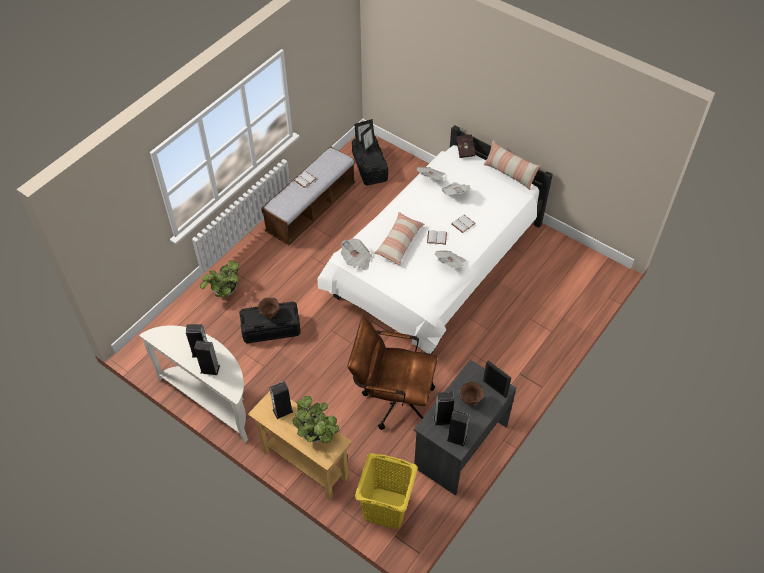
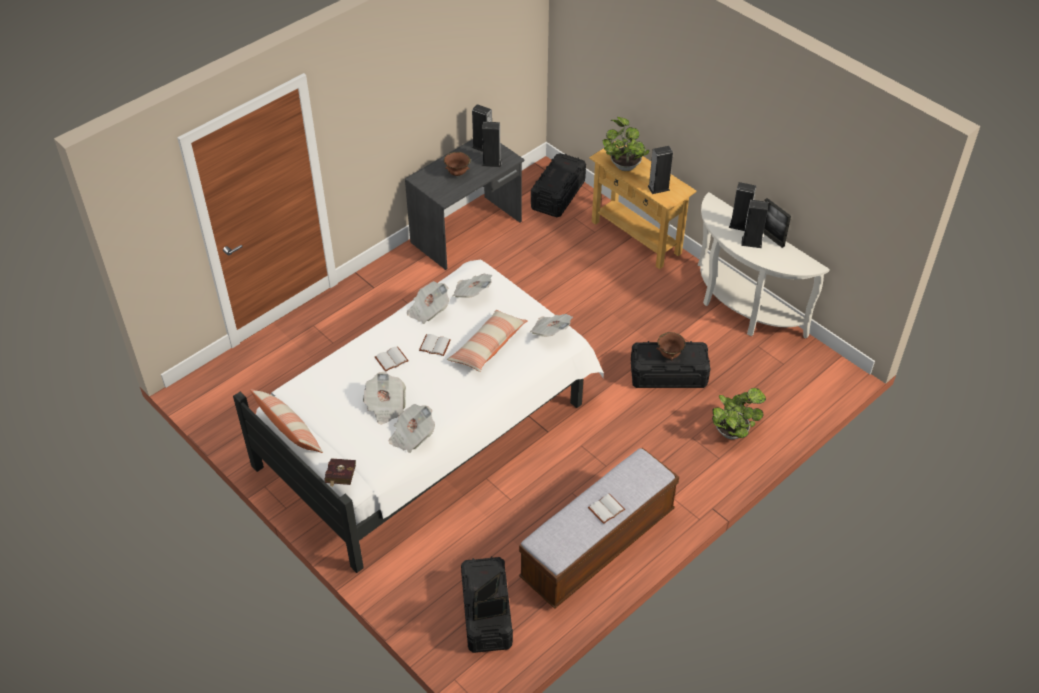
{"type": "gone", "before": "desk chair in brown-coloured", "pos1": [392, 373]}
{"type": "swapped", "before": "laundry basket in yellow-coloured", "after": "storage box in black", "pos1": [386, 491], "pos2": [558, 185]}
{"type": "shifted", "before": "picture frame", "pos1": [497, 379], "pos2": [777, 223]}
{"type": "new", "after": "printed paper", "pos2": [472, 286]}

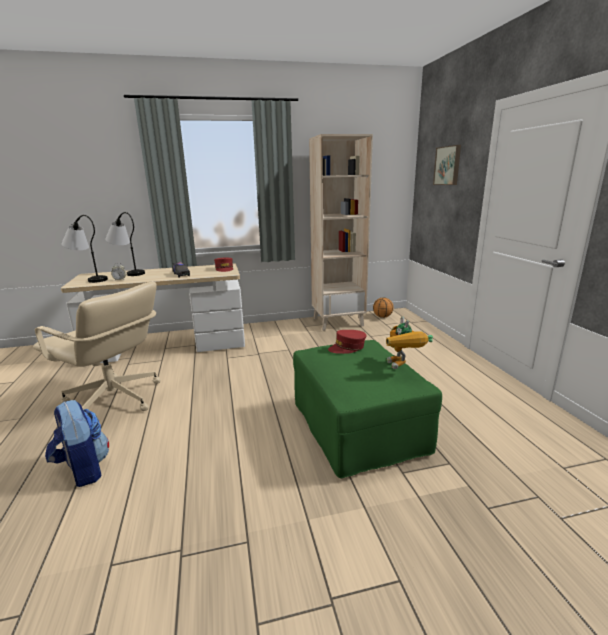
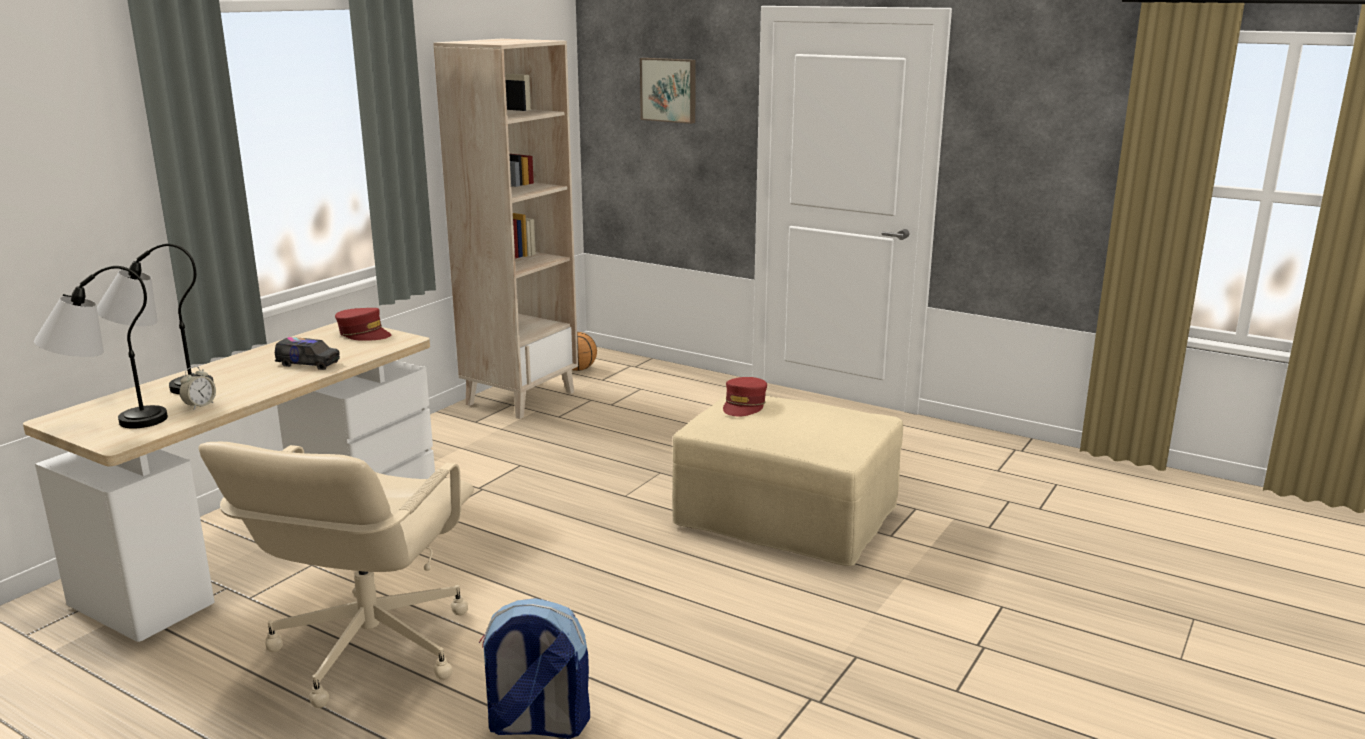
{"type": "rotated", "before": "desk chair in beige-coloured", "pos1": [97, 346], "pos2": [336, 575], "turn": 120}
{"type": "repainted", "before": "pouffe in green-coloured", "after": "pouffe in beige-coloured", "pos1": [367, 409], "pos2": [787, 480]}
{"type": "gone", "before": "toy robot", "pos1": [409, 342]}

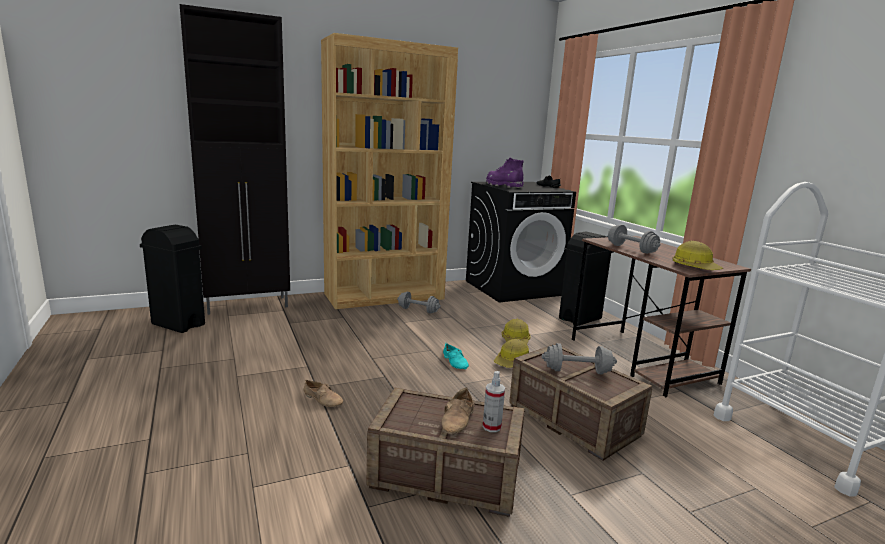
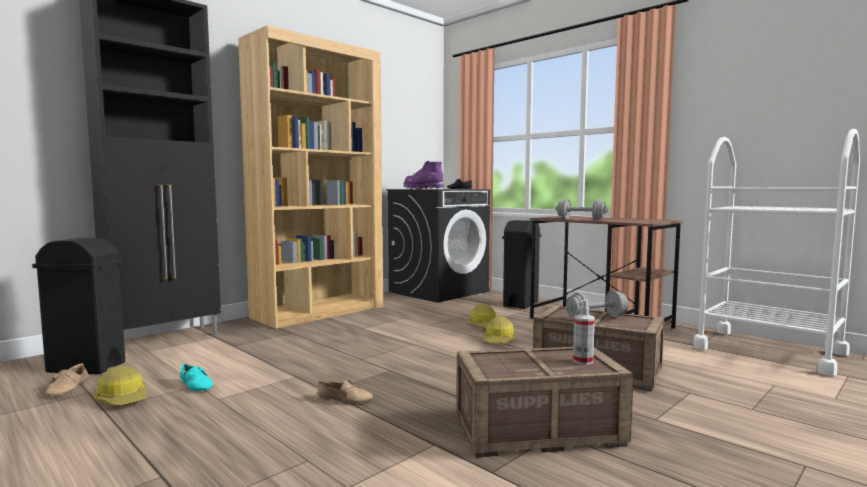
{"type": "gone", "before": "free weight in greyish", "pos1": [419, 303]}
{"type": "shifted", "before": "low shoe in beige-coloured", "pos1": [458, 410], "pos2": [68, 380]}
{"type": "shifted", "before": "low shoe in turquoise-coloured", "pos1": [456, 356], "pos2": [196, 377]}
{"type": "shifted", "before": "safety helmet", "pos1": [697, 255], "pos2": [120, 385]}

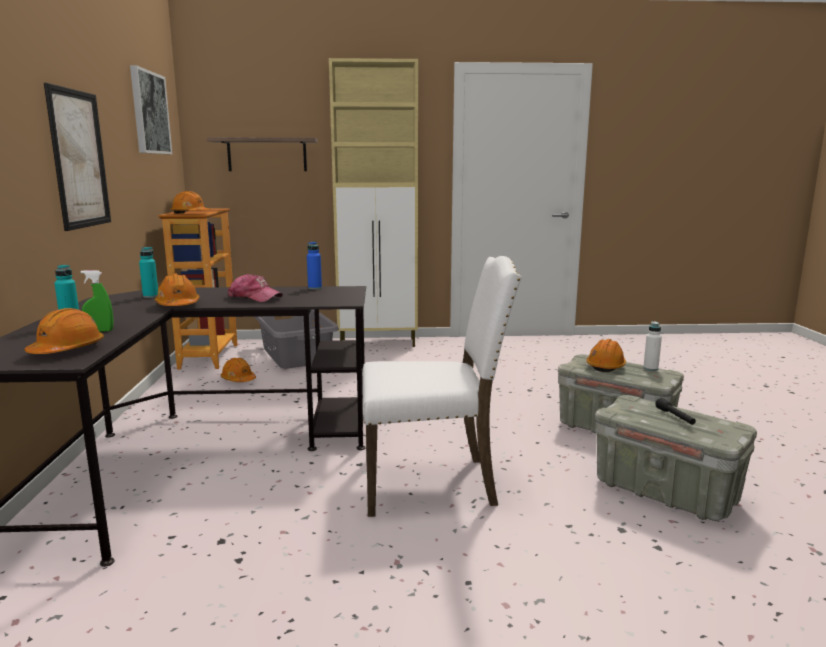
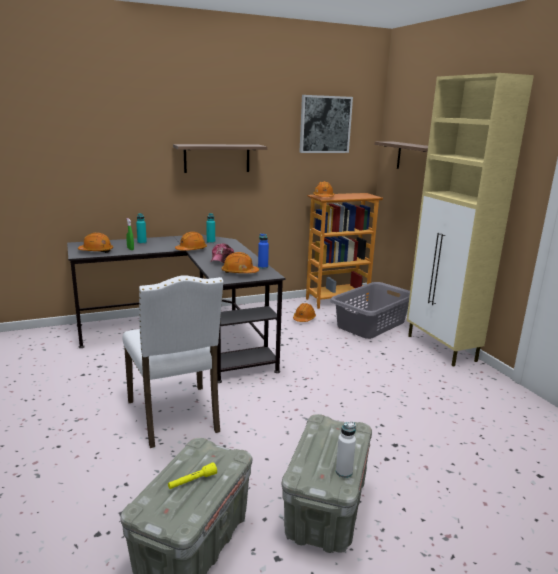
{"type": "swapped", "before": "wall picture", "after": "shelf", "pos1": [77, 157], "pos2": [220, 158]}
{"type": "shifted", "before": "safety helmet in orange", "pos1": [606, 355], "pos2": [240, 262]}
{"type": "repainted", "before": "flashlight in black", "after": "flashlight in yellow-coloured", "pos1": [675, 411], "pos2": [192, 475]}

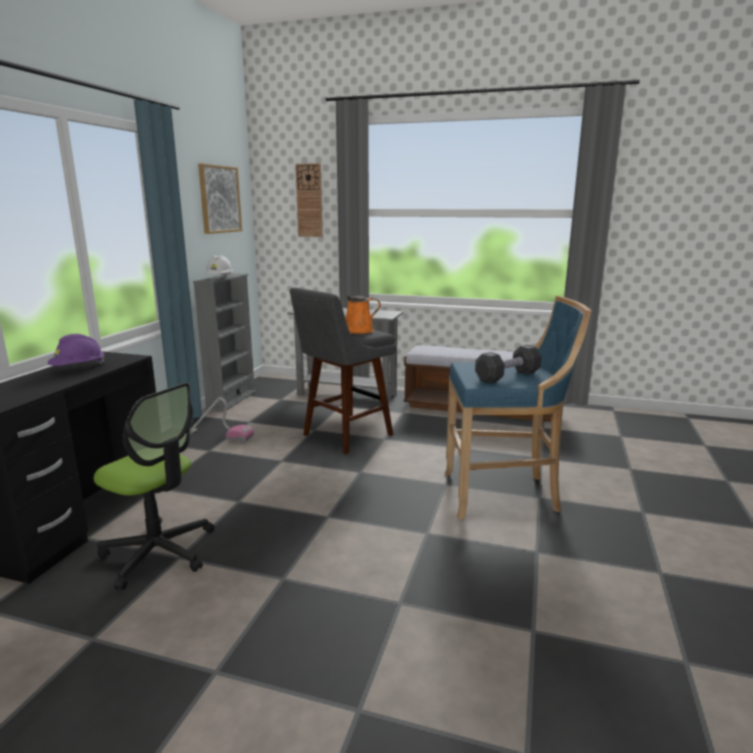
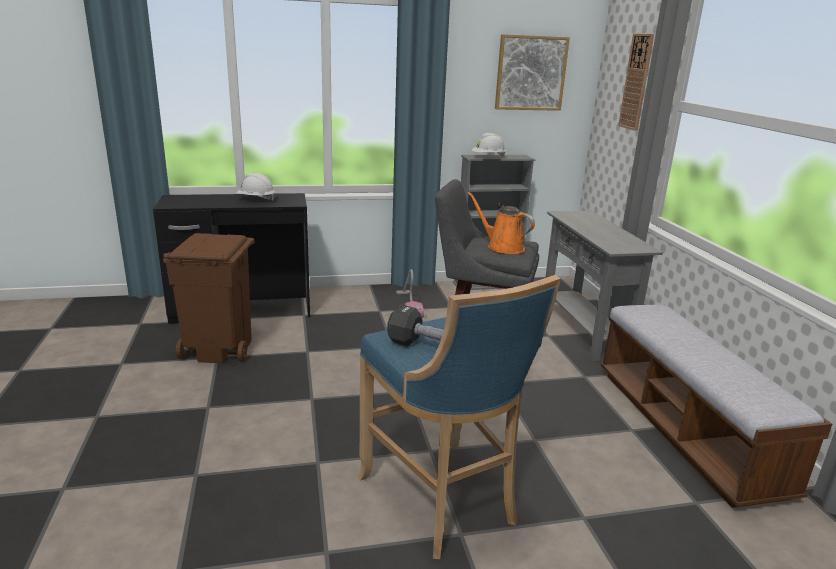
{"type": "repainted", "before": "safety helmet in purplish", "after": "safety helmet in white-coloured", "pos1": [76, 350], "pos2": [256, 187]}
{"type": "swapped", "before": "desk chair", "after": "trash can in brown-coloured", "pos1": [154, 486], "pos2": [209, 298]}

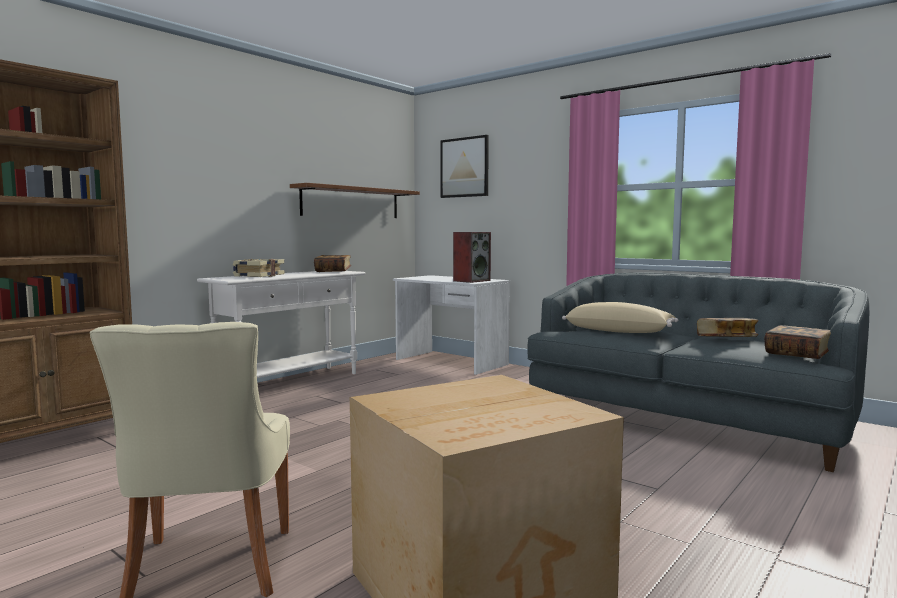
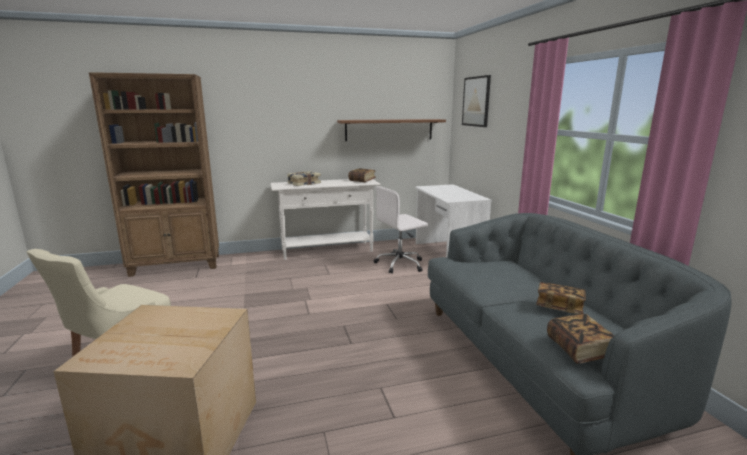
{"type": "gone", "before": "speaker", "pos1": [472, 257]}
{"type": "gone", "before": "cushion in beige-coloured", "pos1": [620, 317]}
{"type": "new", "after": "desk chair in white-coloured", "pos2": [401, 229]}

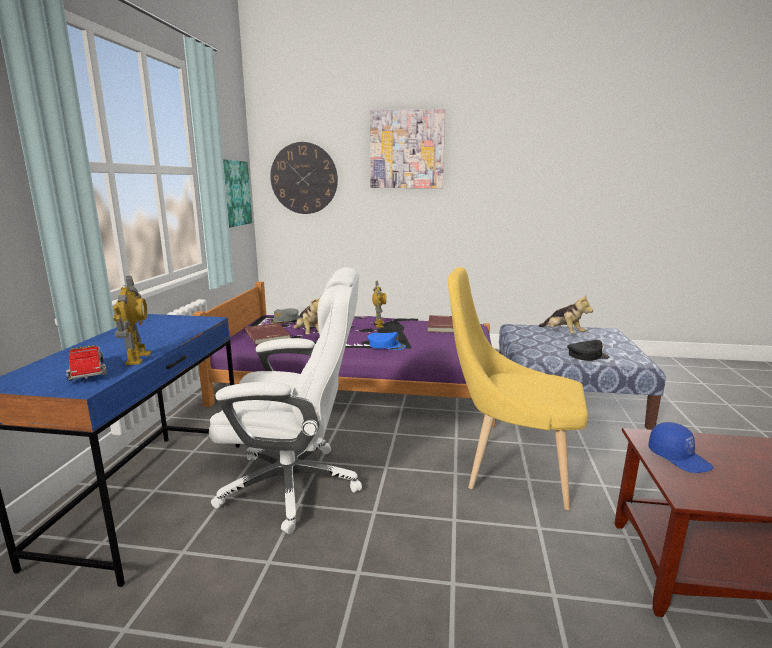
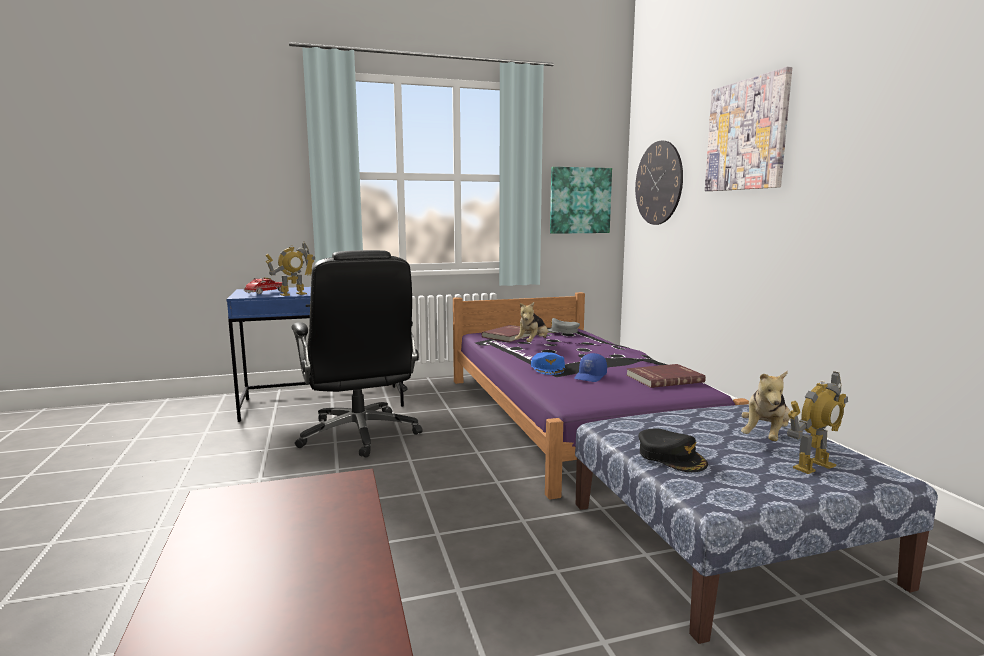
{"type": "repainted", "before": "desk chair in white-coloured", "after": "desk chair in black", "pos1": [285, 400], "pos2": [357, 354]}
{"type": "shifted", "before": "toy robot", "pos1": [379, 304], "pos2": [817, 422]}
{"type": "gone", "before": "chair in yellow-coloured", "pos1": [518, 388]}
{"type": "shifted", "before": "cap in blue-coloured", "pos1": [681, 447], "pos2": [590, 367]}

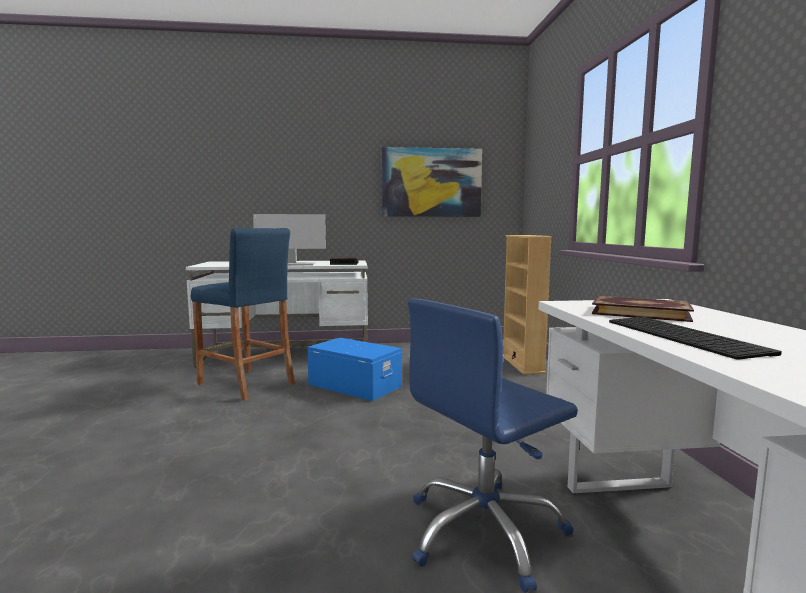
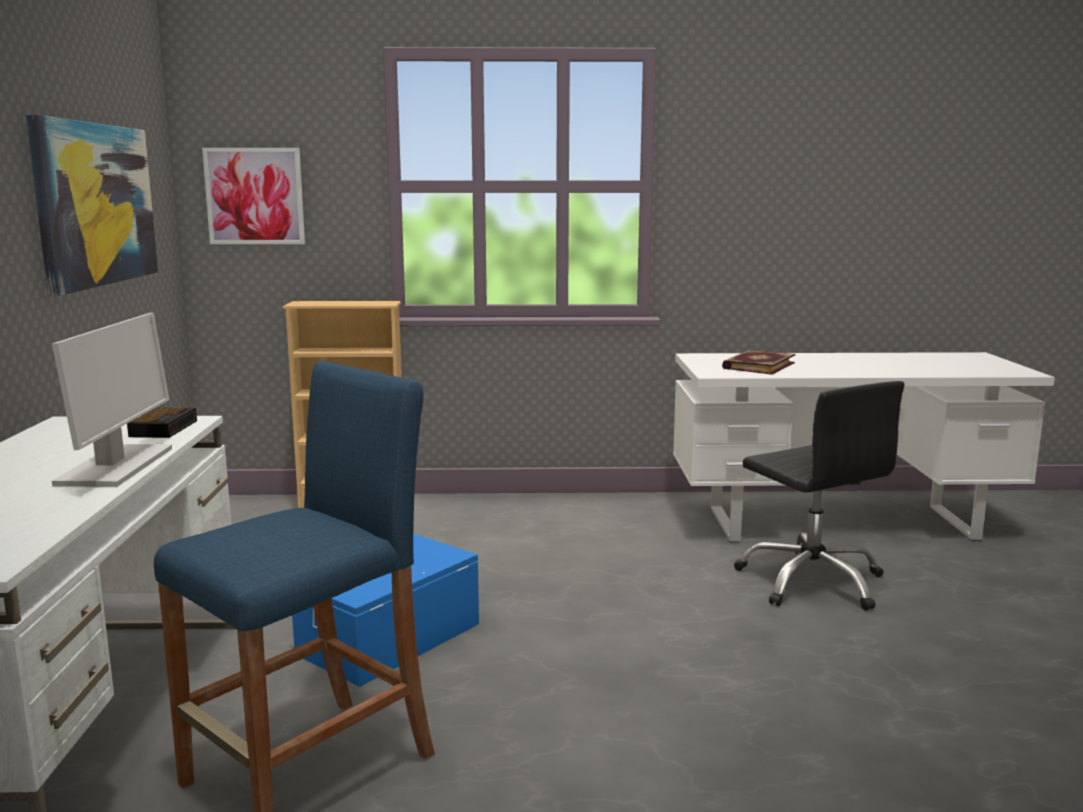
{"type": "repainted", "before": "desk chair in blue-coloured", "after": "desk chair in black", "pos1": [493, 445], "pos2": [819, 496]}
{"type": "gone", "before": "computer keyboard", "pos1": [695, 338]}
{"type": "new", "after": "wall picture", "pos2": [253, 196]}

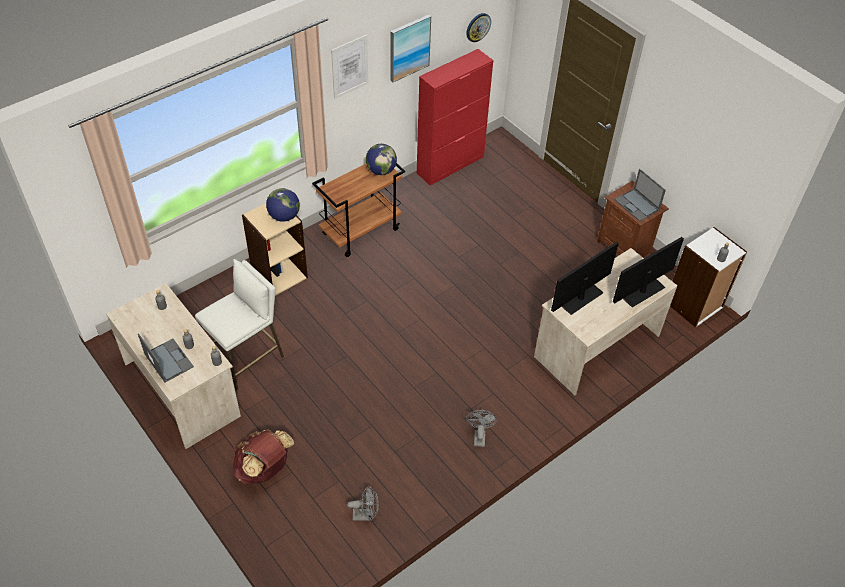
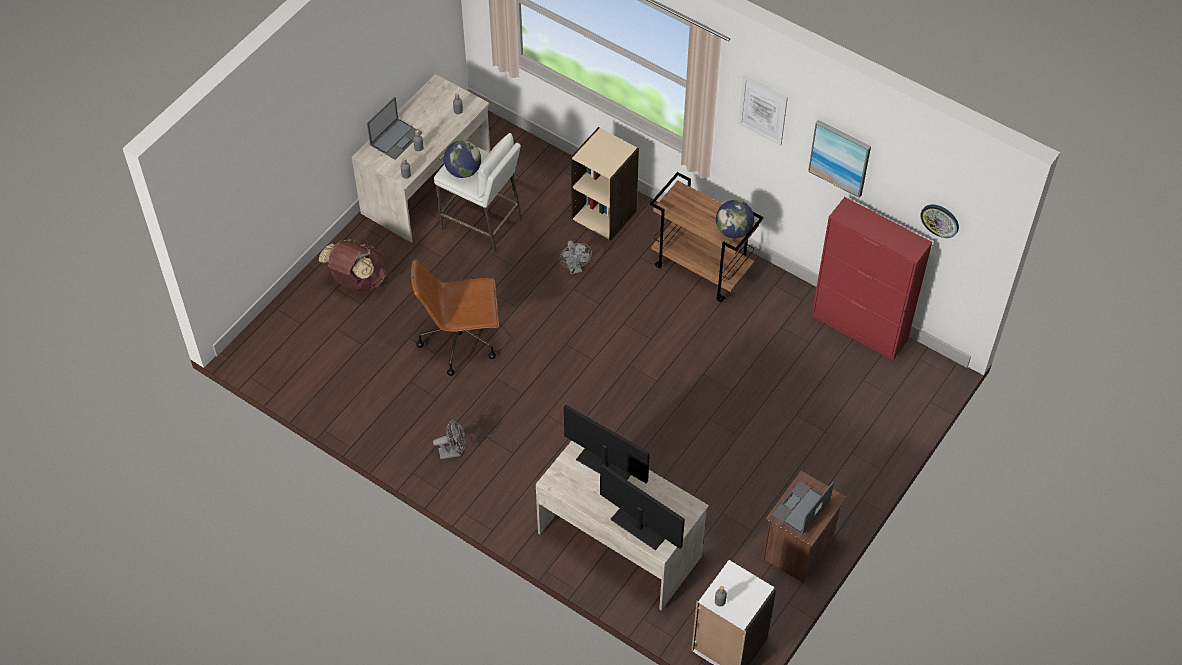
{"type": "shifted", "before": "globe", "pos1": [283, 205], "pos2": [462, 159]}
{"type": "shifted", "before": "fan in greyish", "pos1": [363, 503], "pos2": [576, 257]}
{"type": "new", "after": "desk chair in brown-coloured", "pos2": [455, 317]}

